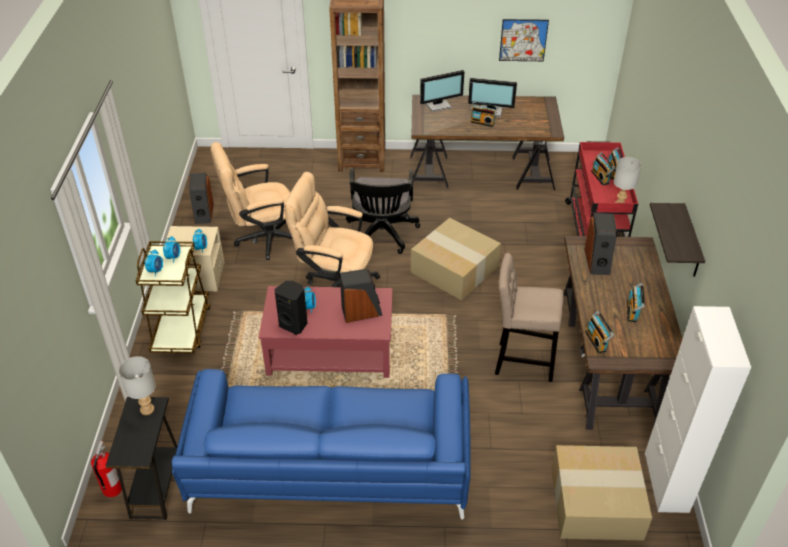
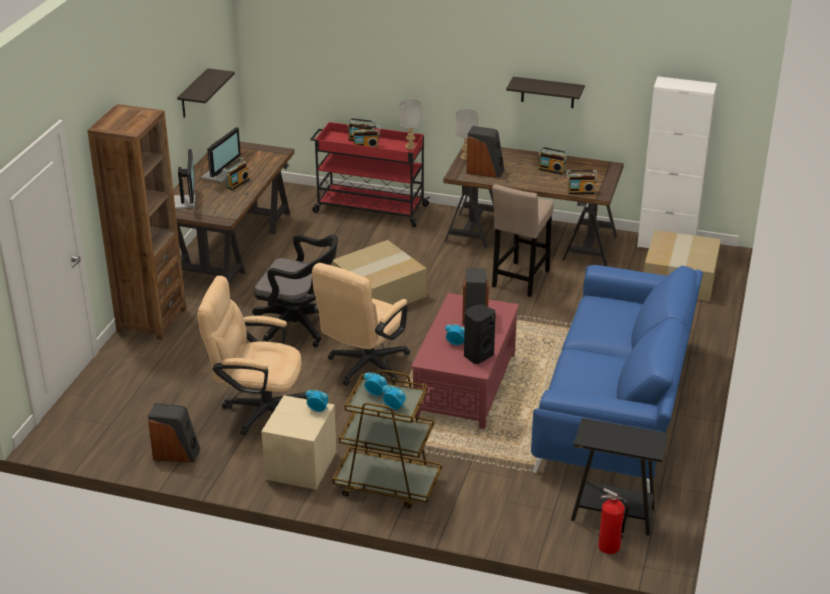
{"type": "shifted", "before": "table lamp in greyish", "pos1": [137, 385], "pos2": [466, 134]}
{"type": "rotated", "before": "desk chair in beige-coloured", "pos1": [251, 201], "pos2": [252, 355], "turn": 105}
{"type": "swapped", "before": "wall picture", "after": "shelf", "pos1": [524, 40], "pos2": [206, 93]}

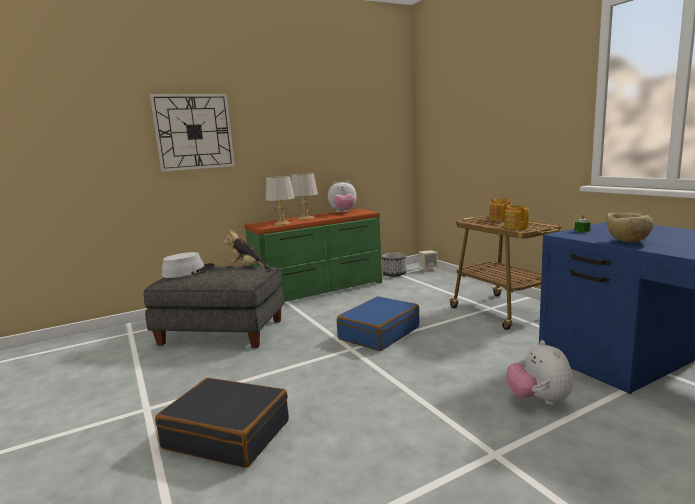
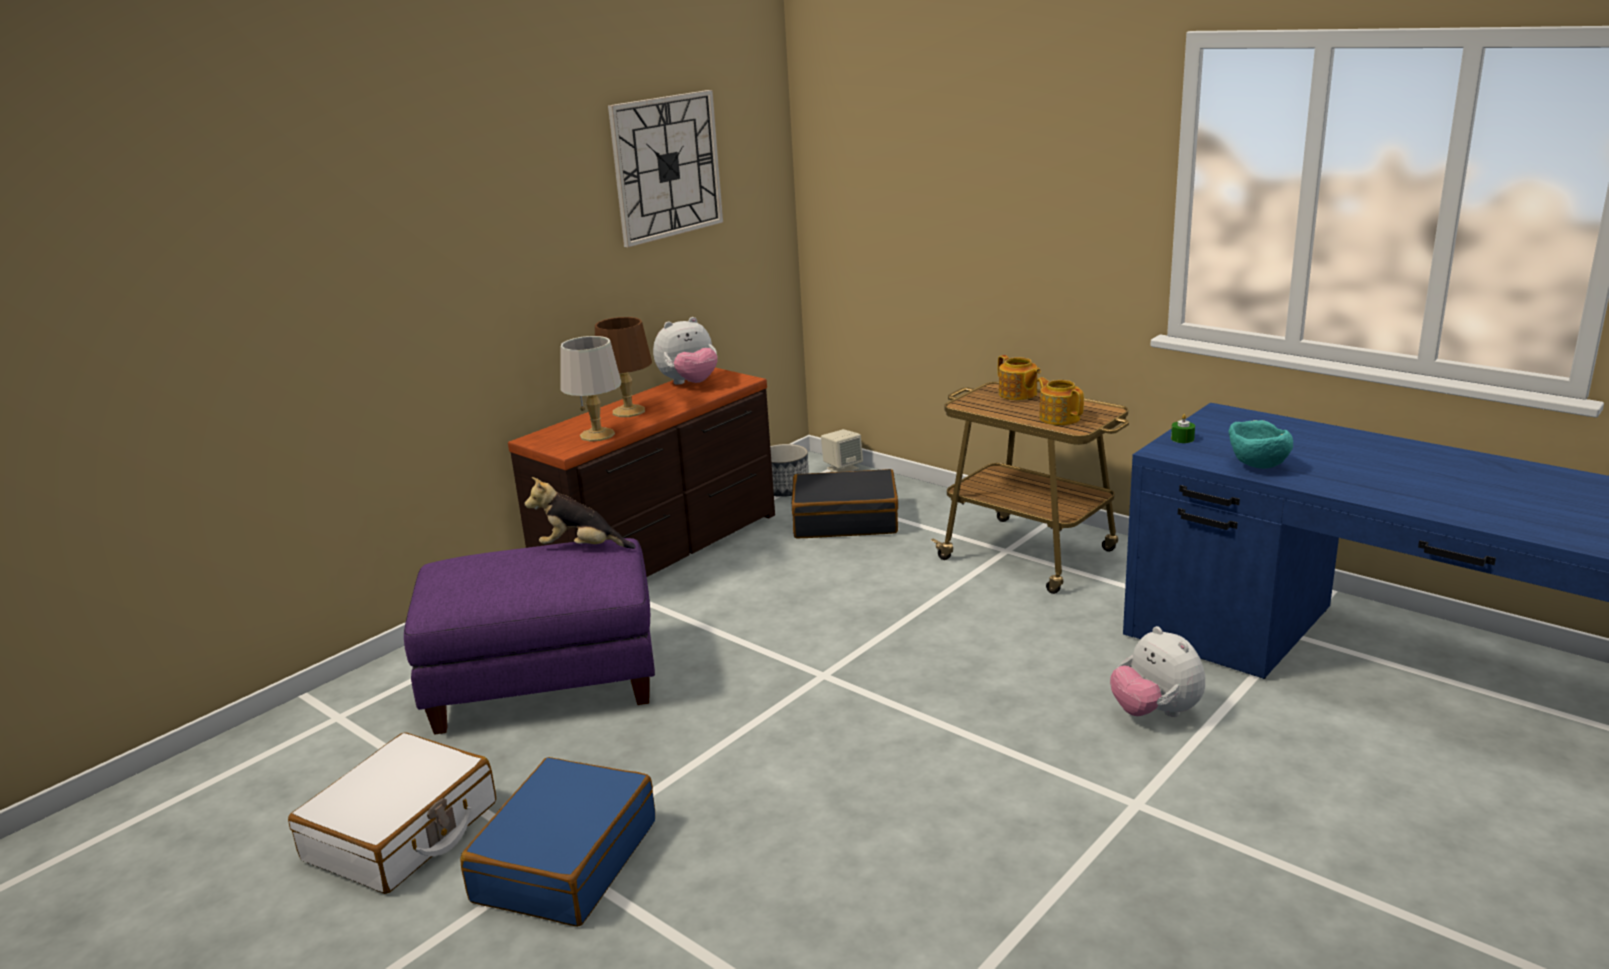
{"type": "repainted", "before": "pouffe in greyish", "after": "pouffe in purplish", "pos1": [214, 307], "pos2": [529, 636]}
{"type": "shifted", "before": "hanging clock", "pos1": [192, 133], "pos2": [665, 168]}
{"type": "shifted", "before": "travel case in black", "pos1": [222, 423], "pos2": [845, 503]}
{"type": "gone", "before": "hat in greyish", "pos1": [188, 265]}
{"type": "repainted", "before": "drawer chest in green-coloured", "after": "drawer chest in brown-coloured", "pos1": [313, 255], "pos2": [641, 472]}
{"type": "repainted", "before": "table lamp in greyish", "after": "table lamp in brown-coloured", "pos1": [304, 196], "pos2": [623, 367]}
{"type": "shifted", "before": "travel case in blue-coloured", "pos1": [378, 323], "pos2": [557, 842]}
{"type": "repainted", "before": "serving bowl in beige-coloured", "after": "serving bowl in turquoise-coloured", "pos1": [630, 227], "pos2": [1261, 444]}
{"type": "new", "after": "travel case in white-coloured", "pos2": [392, 813]}

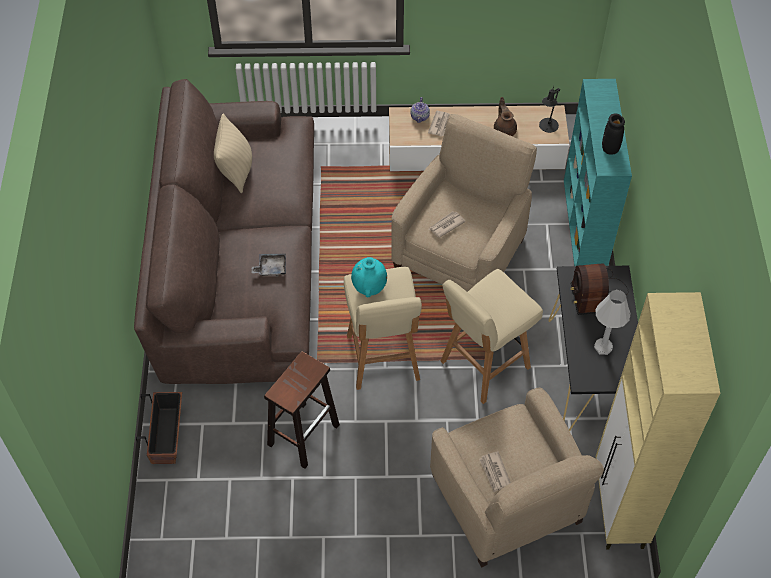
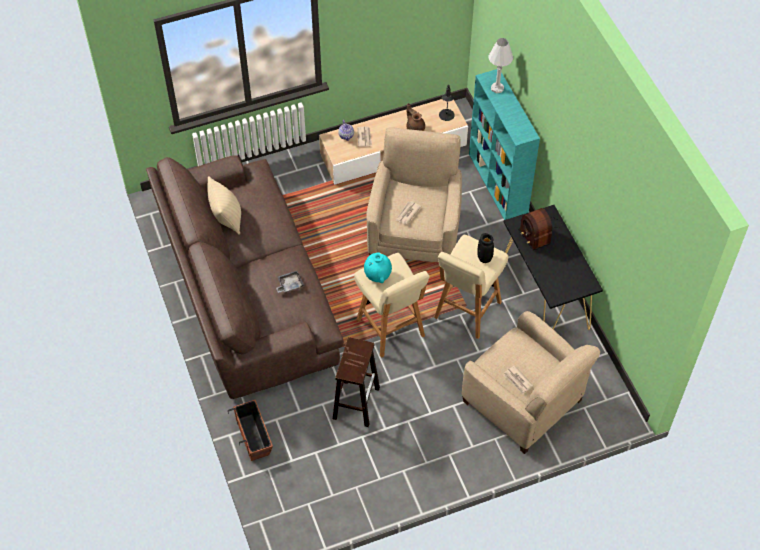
{"type": "shifted", "before": "table lamp in white-coloured", "pos1": [612, 322], "pos2": [500, 66]}
{"type": "gone", "before": "cupboard in beige-coloured", "pos1": [658, 421]}
{"type": "shifted", "before": "decorative vase in black", "pos1": [613, 134], "pos2": [485, 248]}

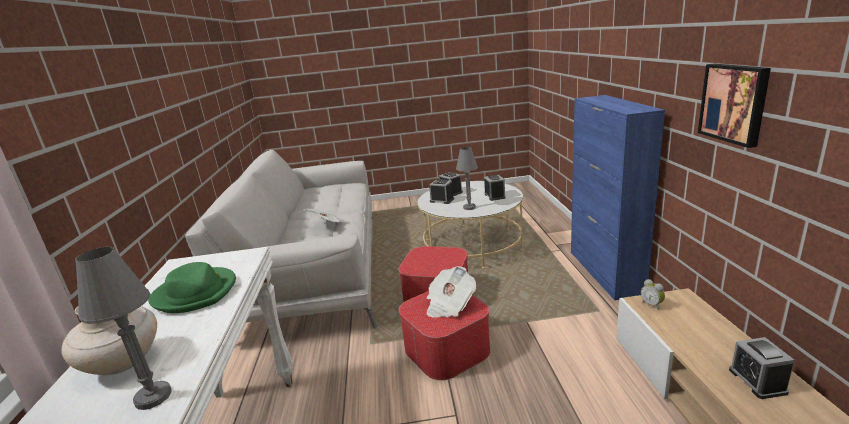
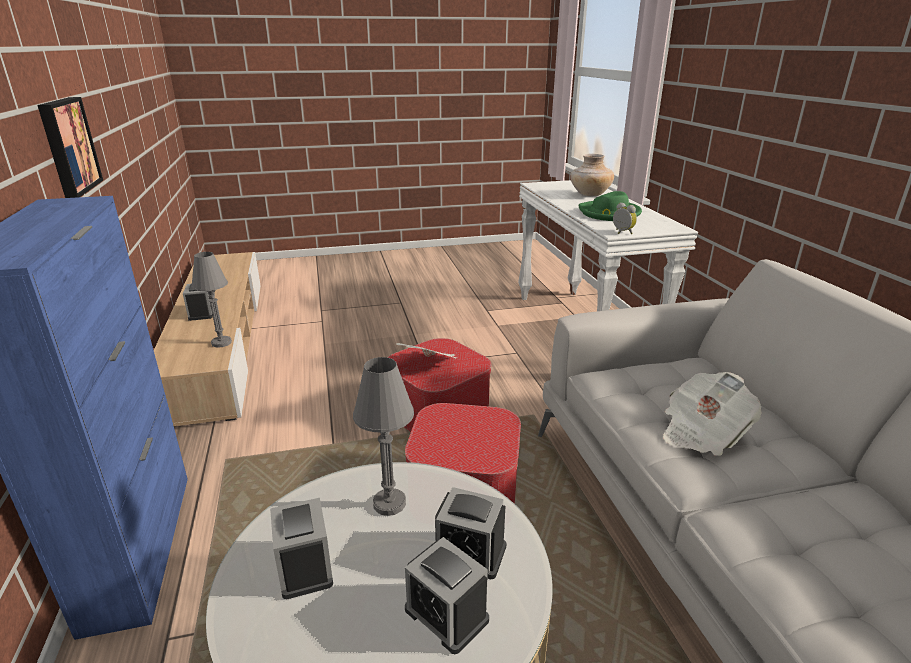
{"type": "shifted", "before": "table lamp in greyish", "pos1": [123, 328], "pos2": [211, 300]}
{"type": "shifted", "before": "alarm clock", "pos1": [653, 294], "pos2": [625, 218]}

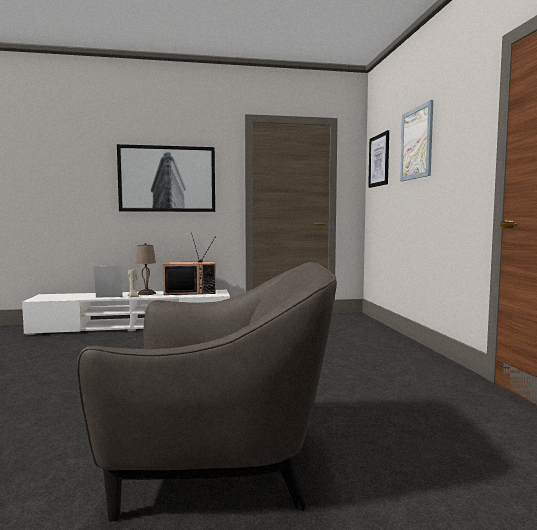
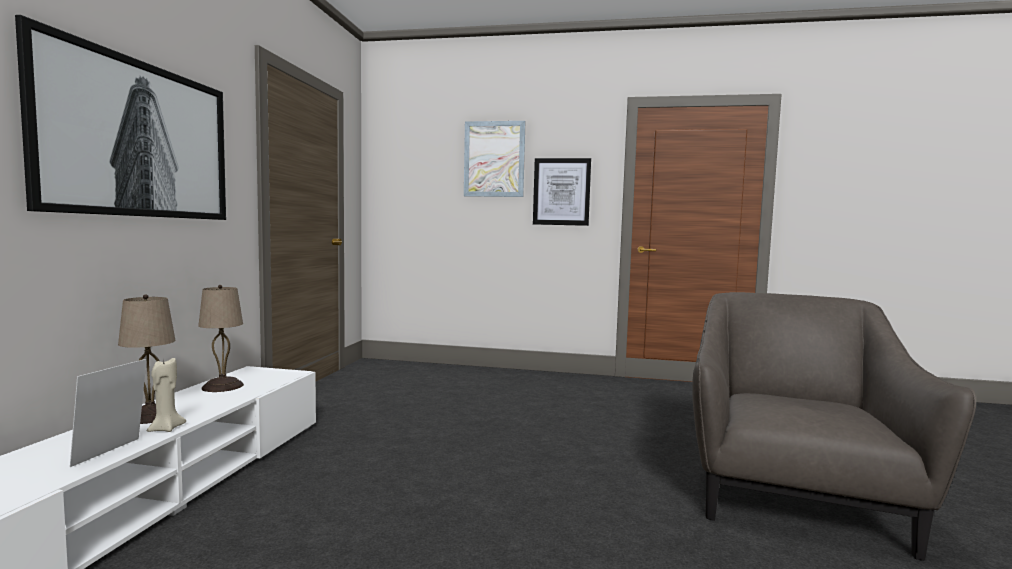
{"type": "swapped", "before": "TV set", "after": "table lamp in beige-coloured", "pos1": [189, 264], "pos2": [221, 338]}
{"type": "shifted", "before": "wall picture", "pos1": [378, 159], "pos2": [562, 192]}

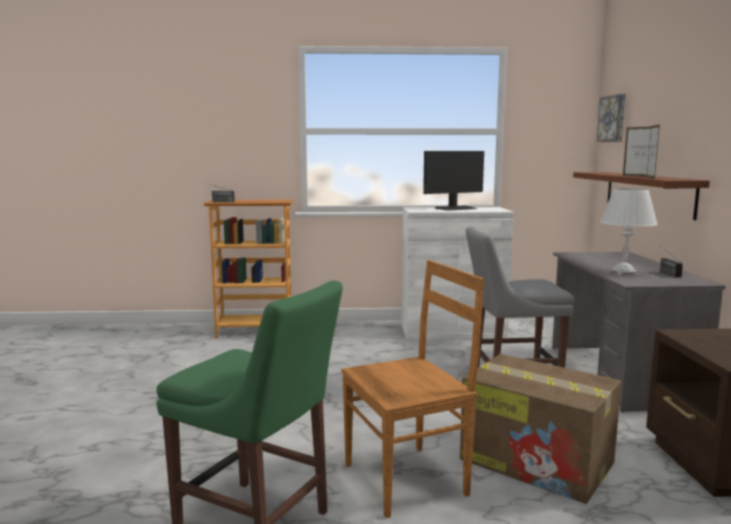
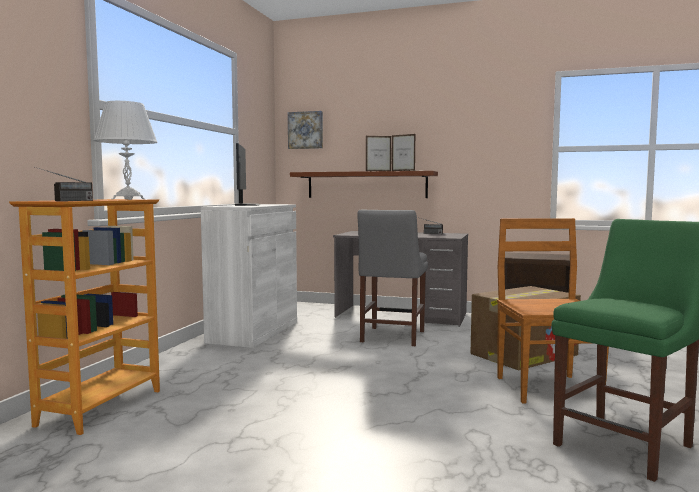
{"type": "shifted", "before": "table lamp in white-coloured", "pos1": [629, 231], "pos2": [125, 150]}

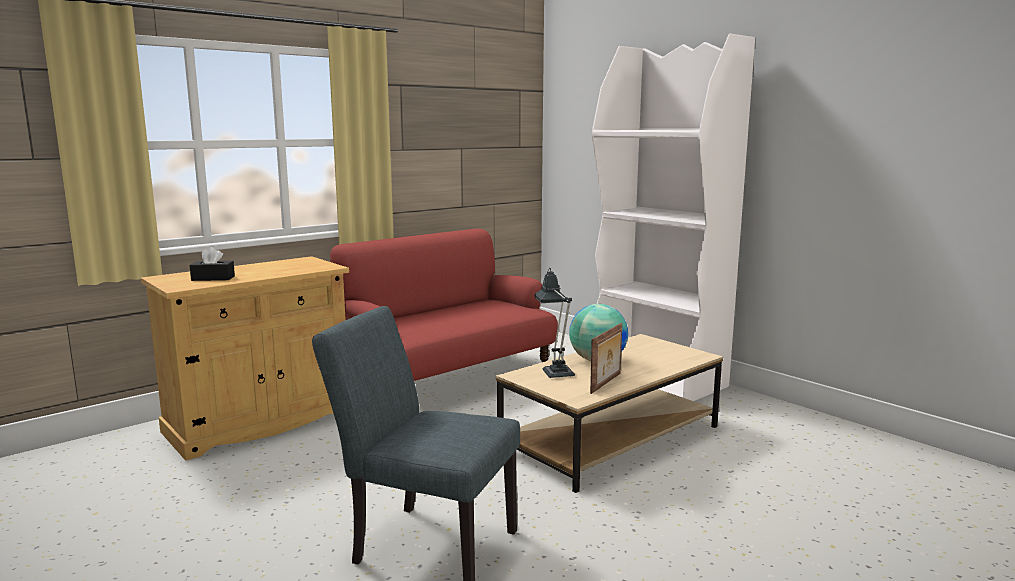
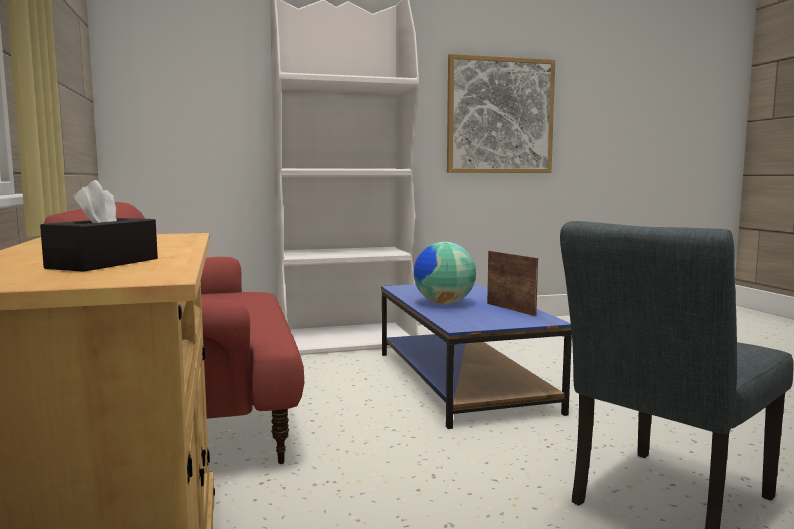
{"type": "repainted", "before": "coffee table in beige-coloured", "after": "coffee table in blue-coloured", "pos1": [609, 413], "pos2": [476, 356]}
{"type": "gone", "before": "table lamp", "pos1": [554, 323]}
{"type": "new", "after": "wall picture", "pos2": [501, 113]}

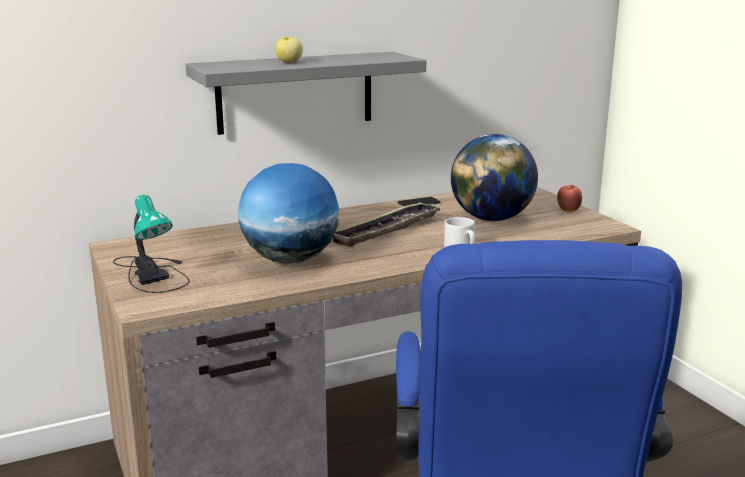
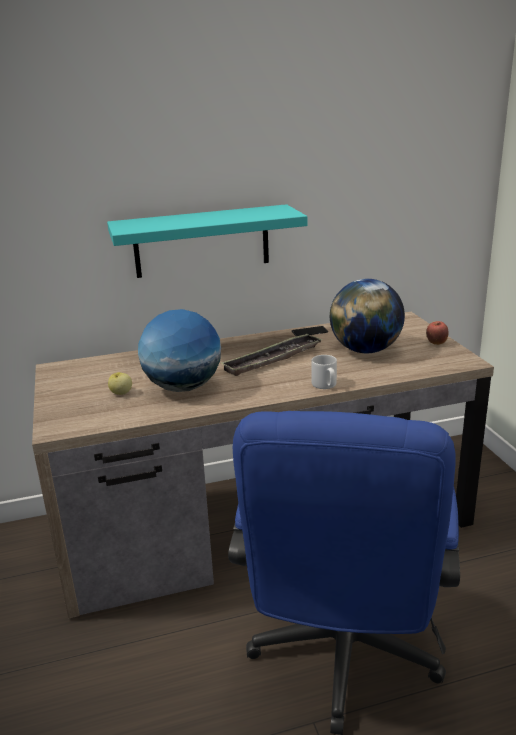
{"type": "gone", "before": "table lamp", "pos1": [151, 244]}
{"type": "repainted", "before": "shelf in greyish", "after": "shelf in turquoise-coloured", "pos1": [306, 93], "pos2": [207, 241]}
{"type": "shifted", "before": "apple fruit", "pos1": [289, 50], "pos2": [120, 383]}

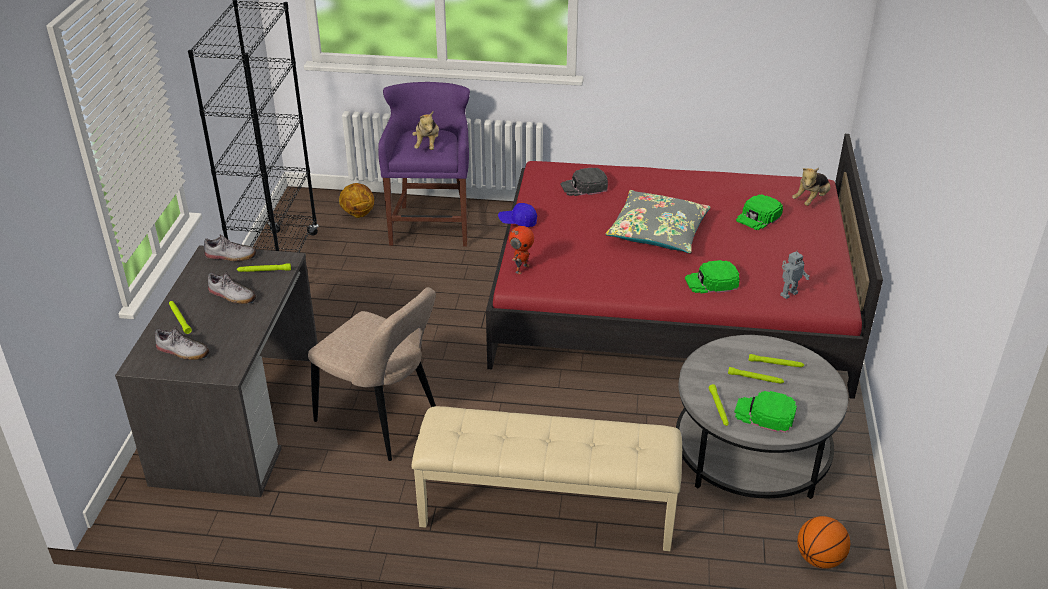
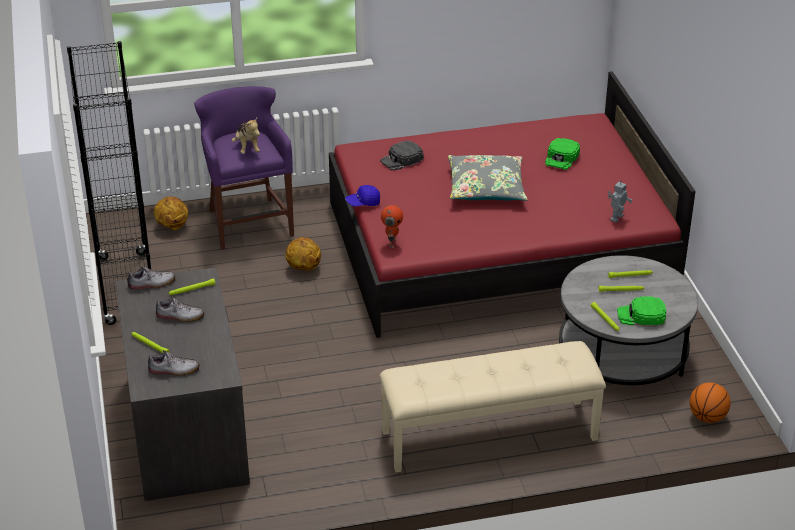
{"type": "gone", "before": "chair in beige-coloured", "pos1": [372, 374]}
{"type": "gone", "before": "cap in green-coloured", "pos1": [712, 276]}
{"type": "gone", "before": "soft toy", "pos1": [811, 187]}
{"type": "new", "after": "basketball ball", "pos2": [303, 253]}

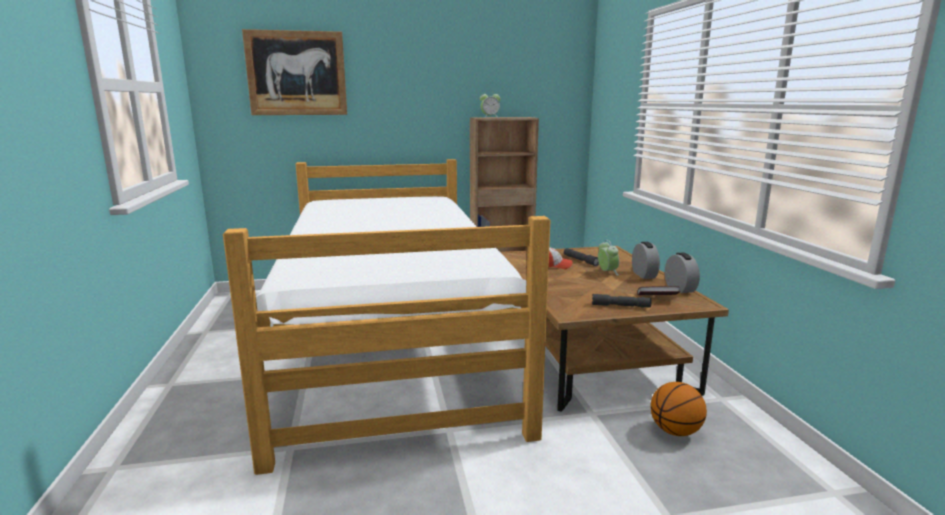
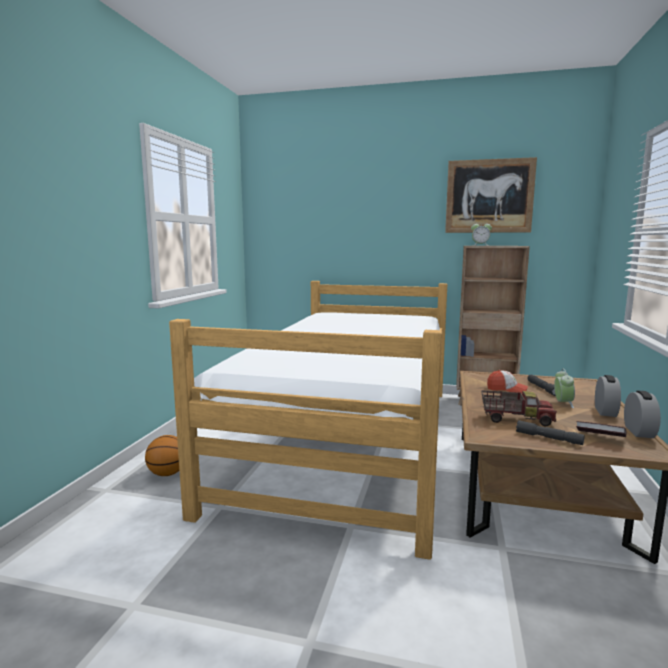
{"type": "shifted", "before": "wall picture", "pos1": [294, 72], "pos2": [491, 195]}
{"type": "shifted", "before": "basketball ball", "pos1": [678, 409], "pos2": [162, 455]}
{"type": "new", "after": "toy truck", "pos2": [519, 408]}

